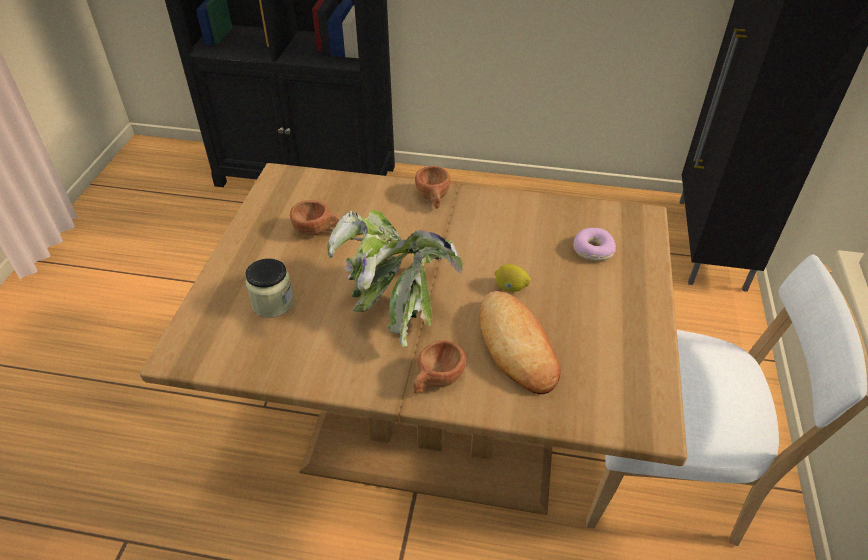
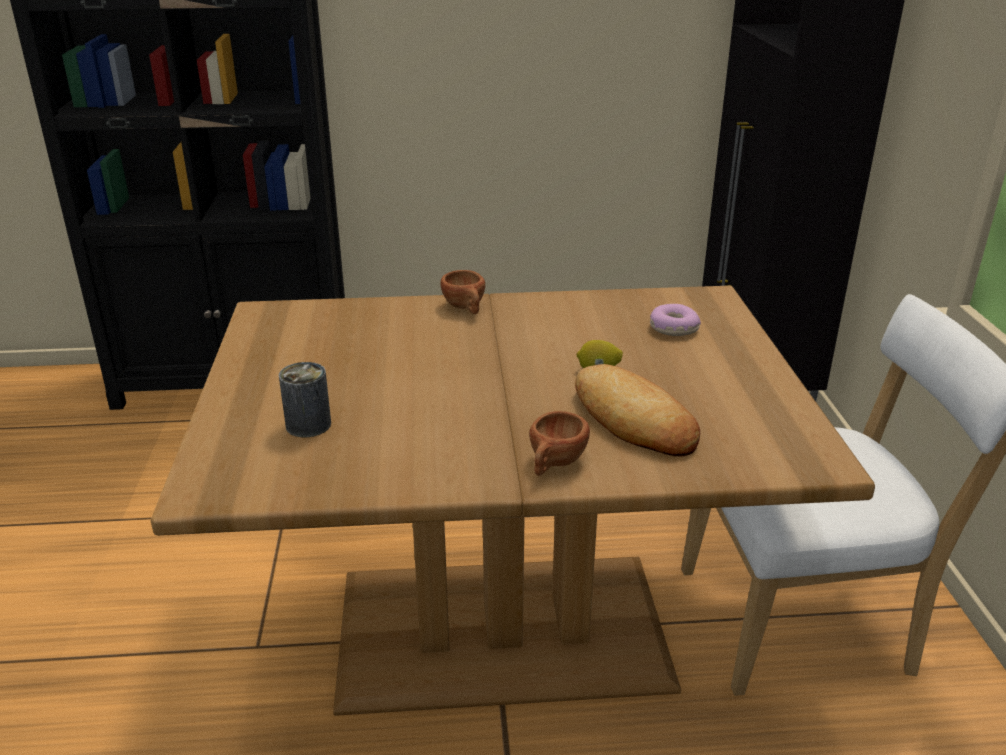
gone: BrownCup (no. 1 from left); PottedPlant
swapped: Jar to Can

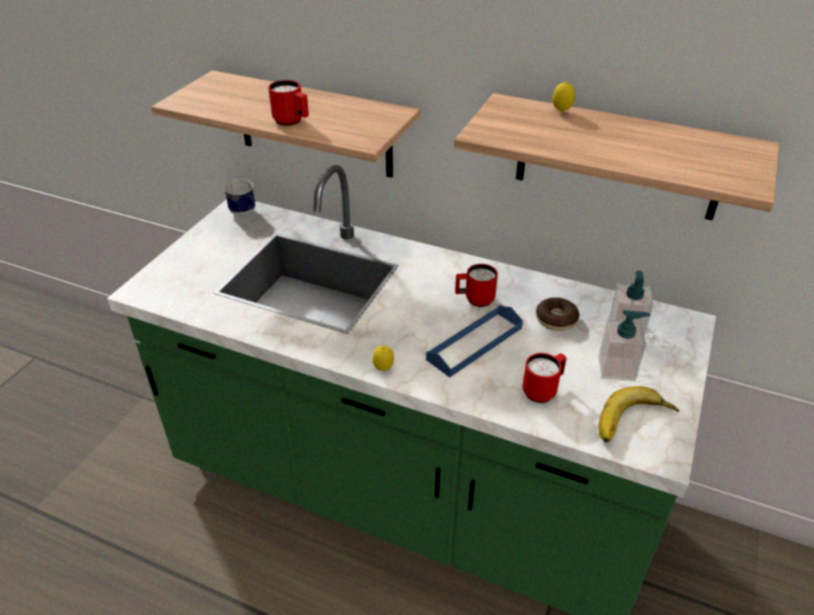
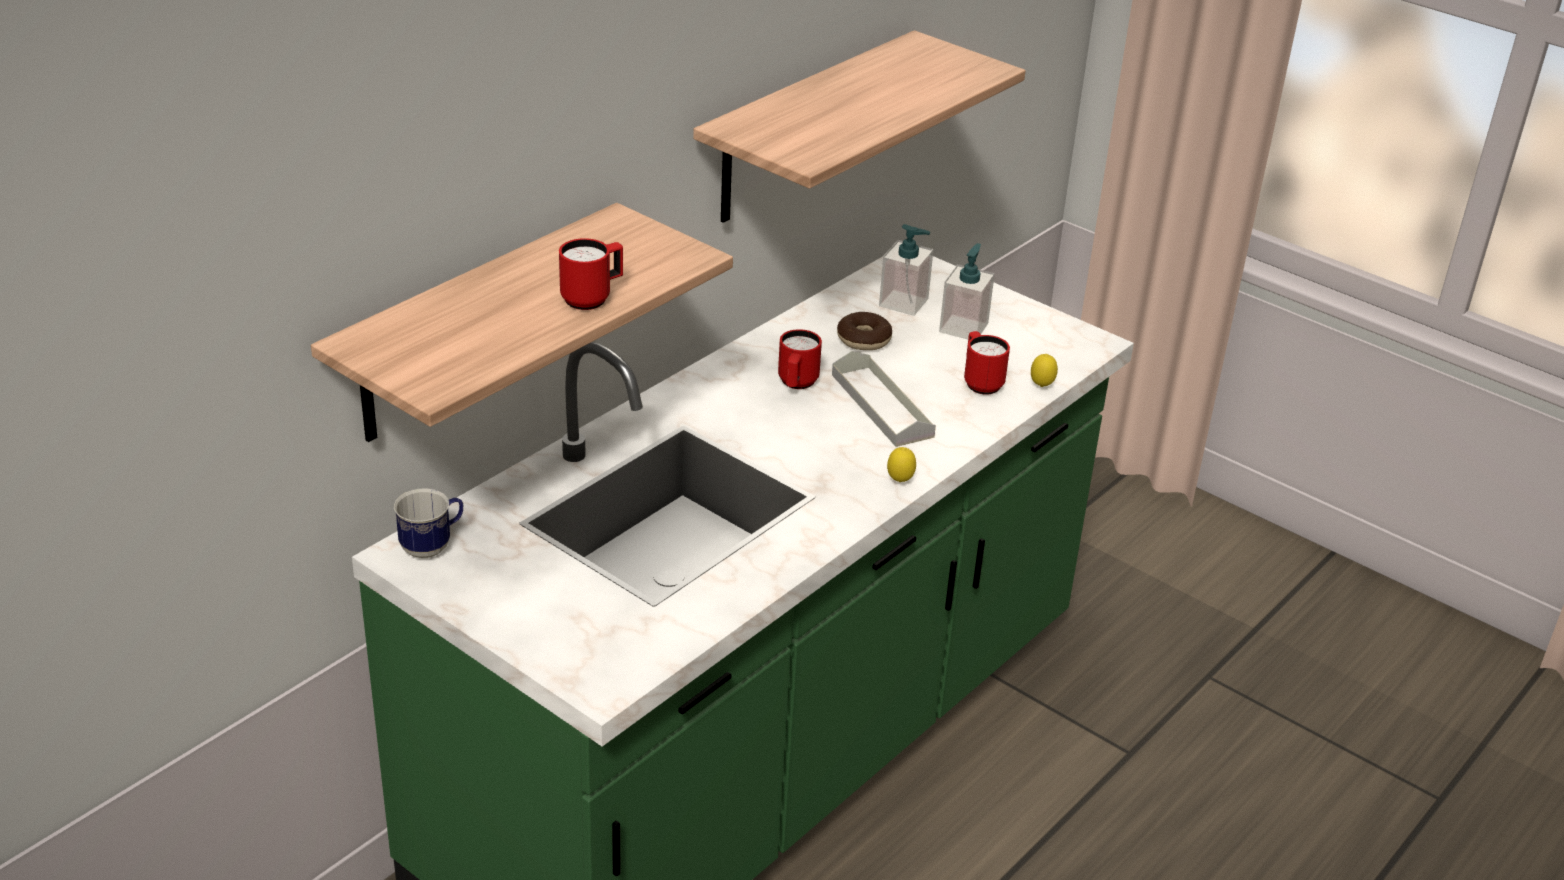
gone: Banana
shifted: Lemon (no. 2 from left)
repainted: BlueTray to GreyTray

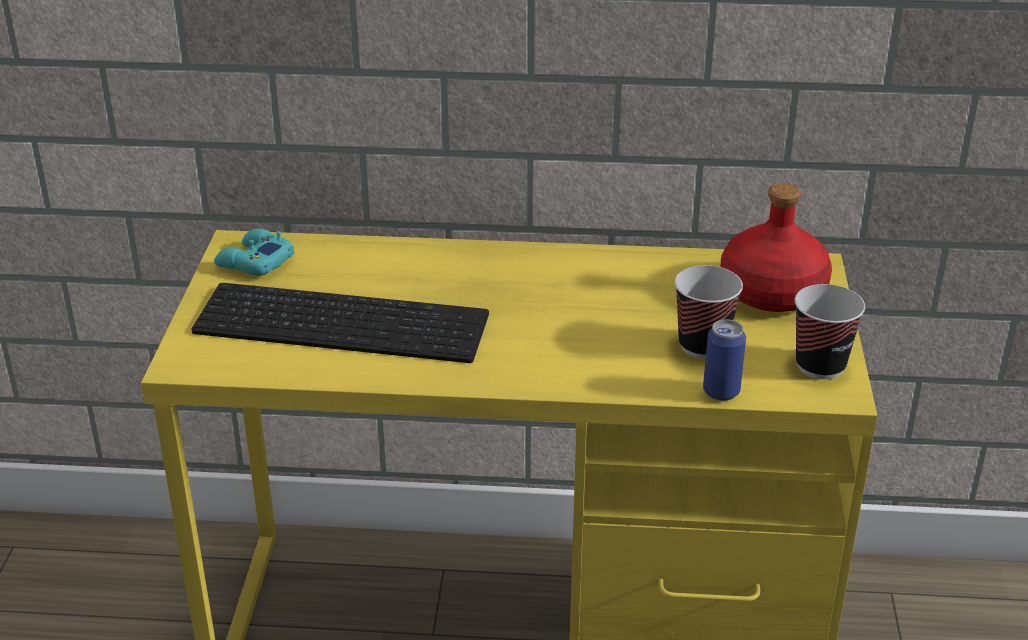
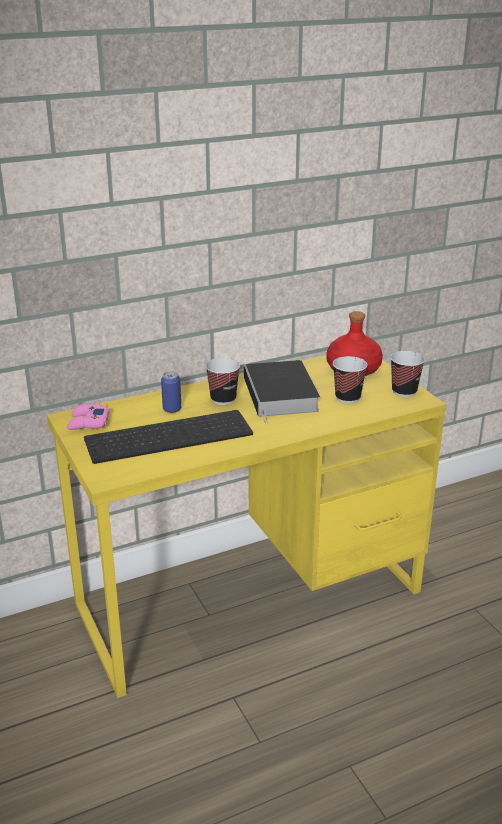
new: Cup (no. 1 from left); Book
shifted: Can
repainted: TurquoiseGameController to PinkGameController

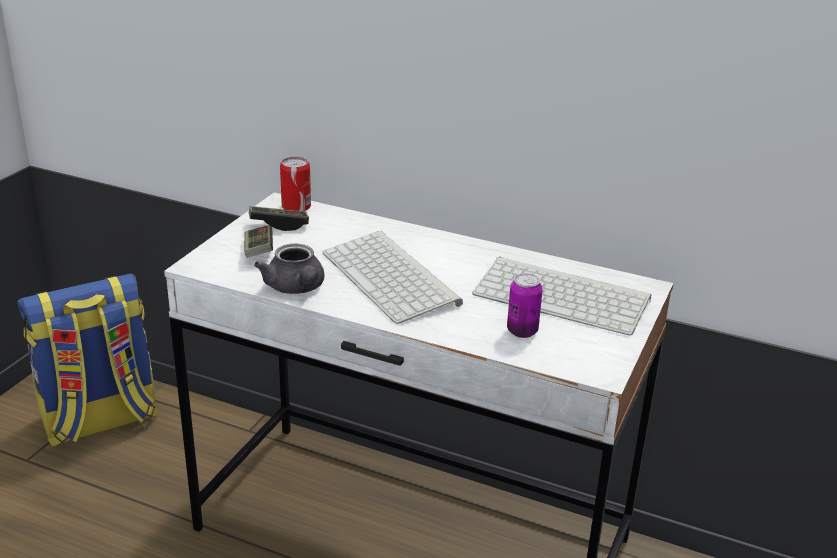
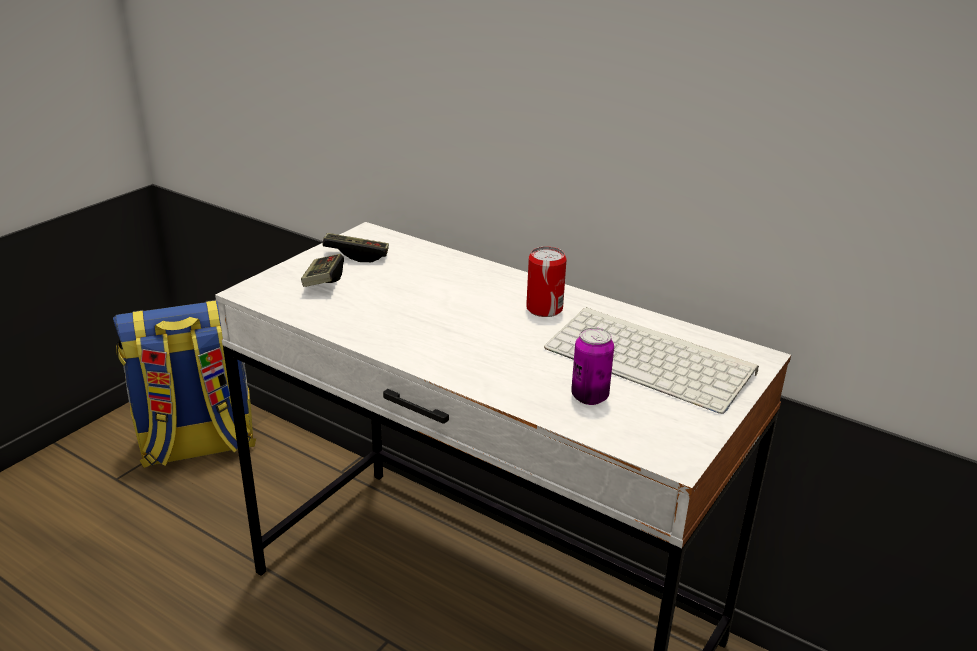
gone: GreyTeapot; Keyboard (no. 1 from left)
shifted: Can (no. 1 from left)

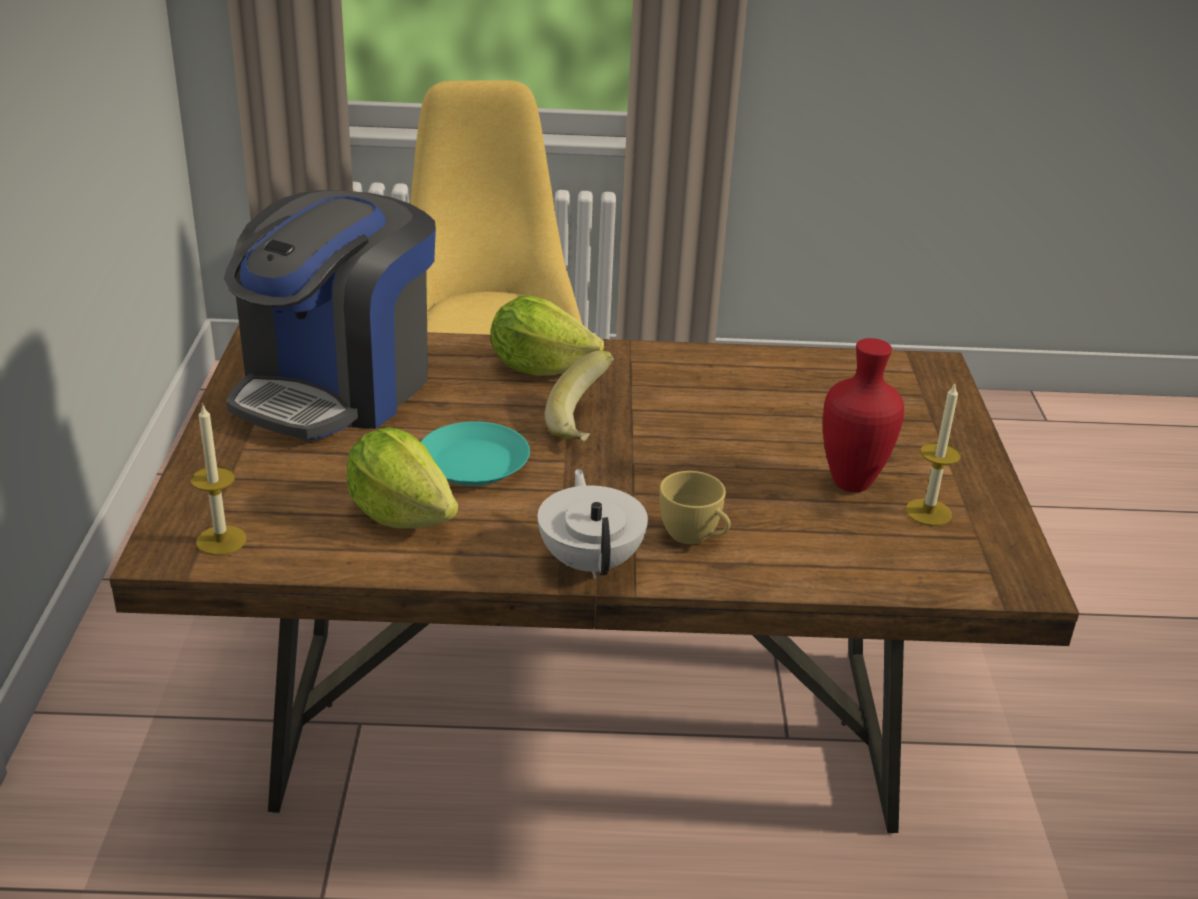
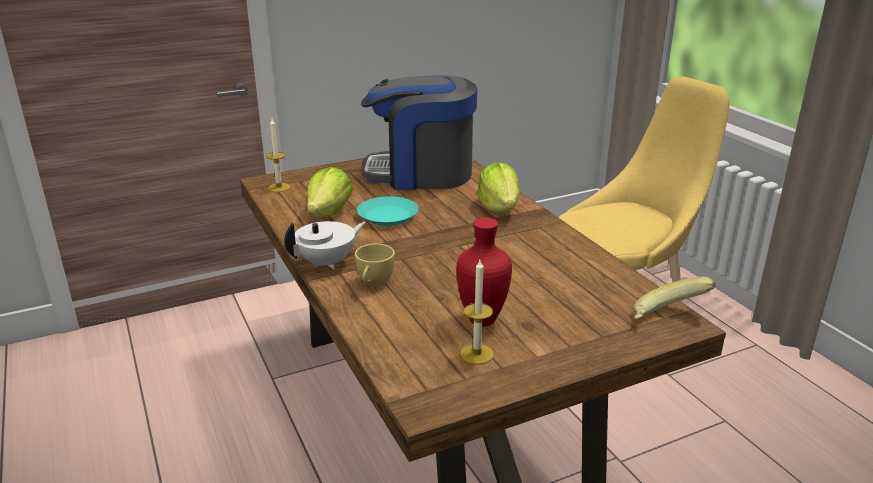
shifted: Banana

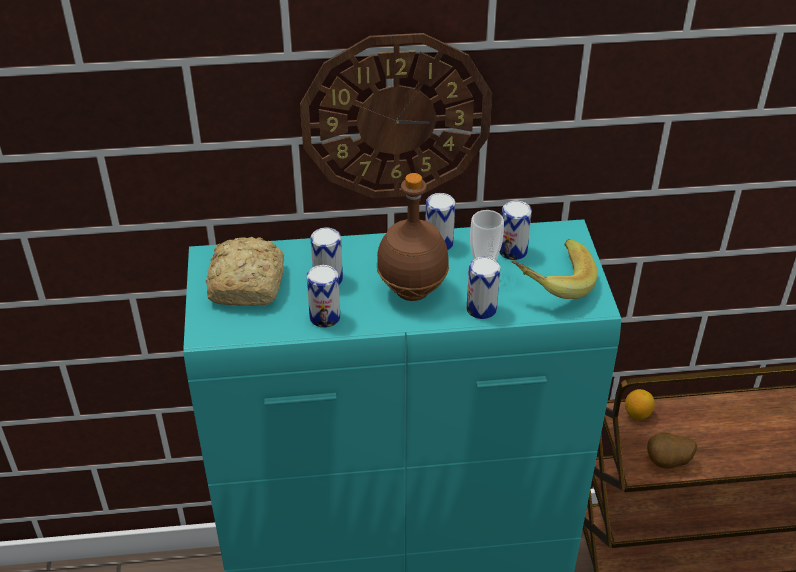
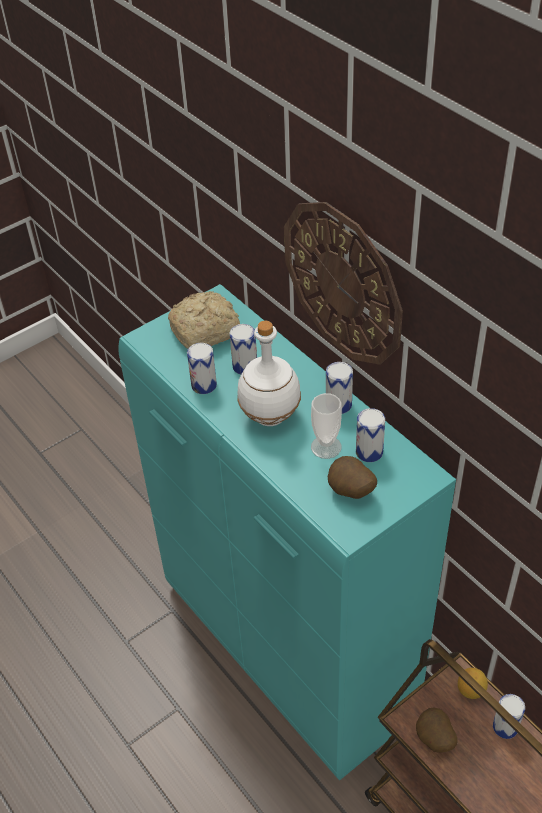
shifted: Can (no. 4 from left in the first image) to Can (no. 5 from left)
swapped: Banana to Potato (no. 1 from left)
repainted: BrownBottle to WhiteBottle

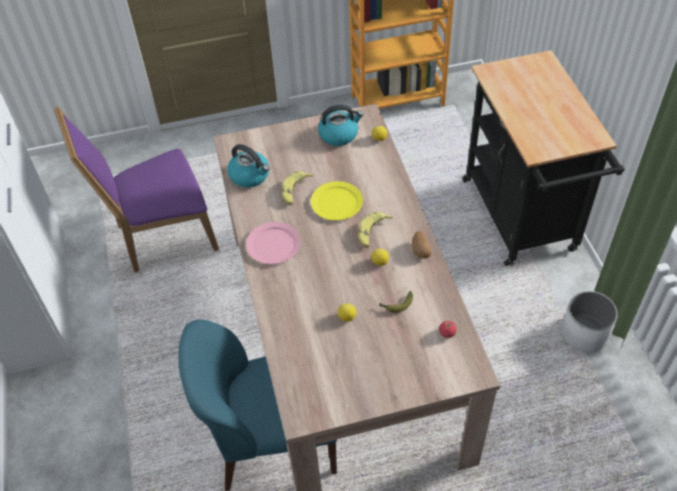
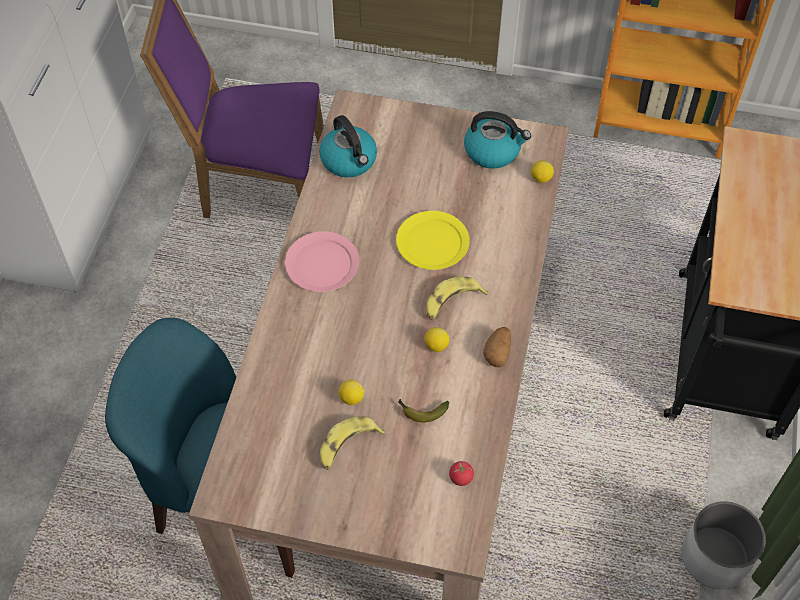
shifted: Banana (no. 1 from left)

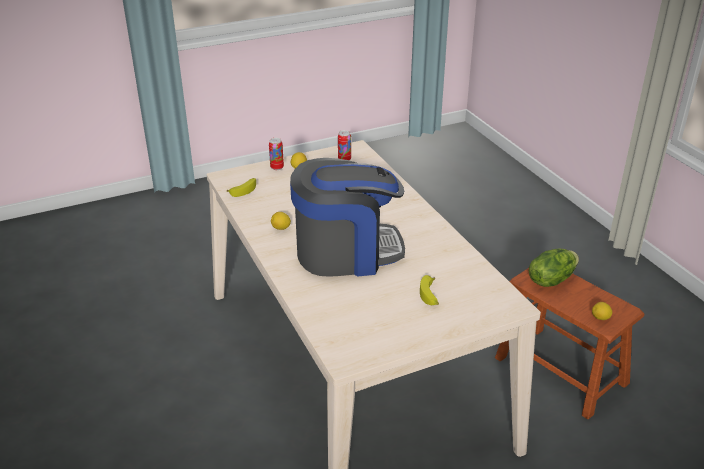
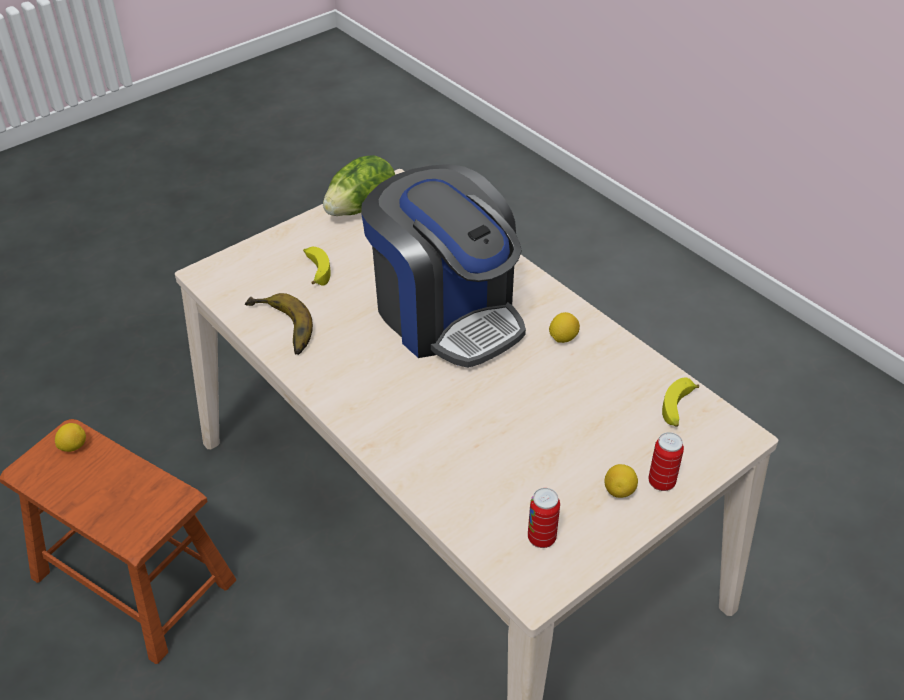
new: Banana (no. 1 from left)
shifted: Lettuce
rotated: CoffeeMachine 105 degrees counterclockwise

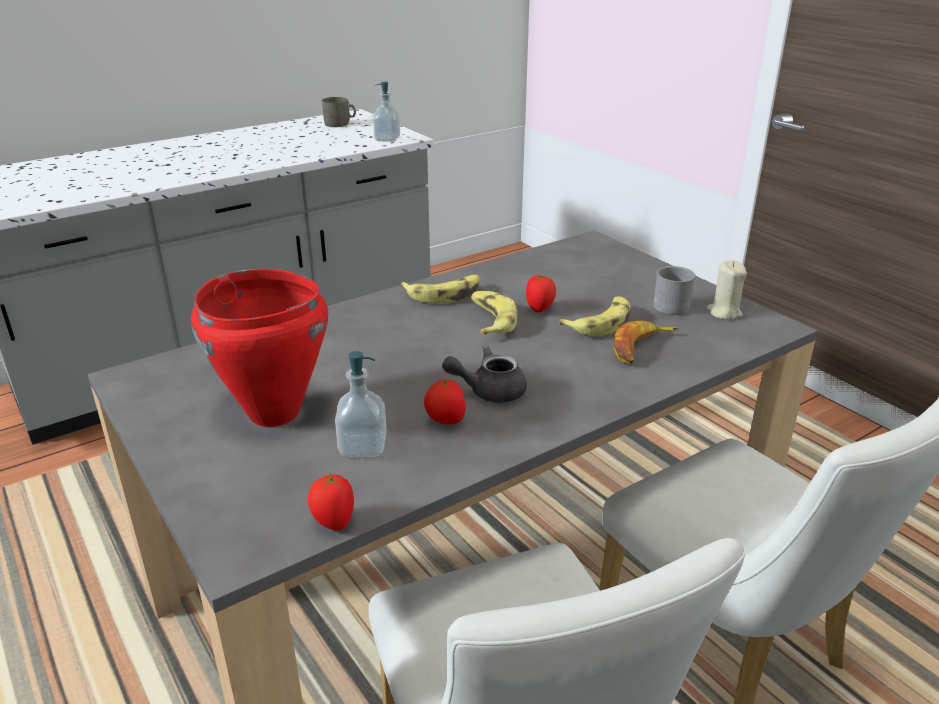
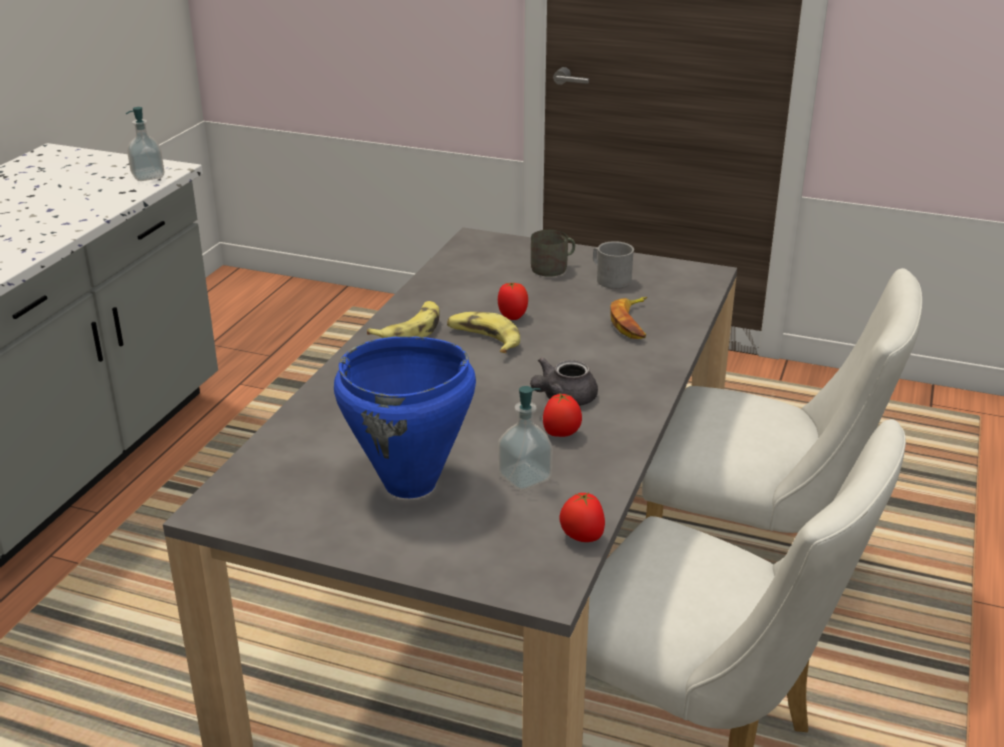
gone: Banana (no. 3 from left); BeigeCandle
shifted: GreyMug (no. 1 from left)
repainted: RedCookingPot to BlueCookingPot

